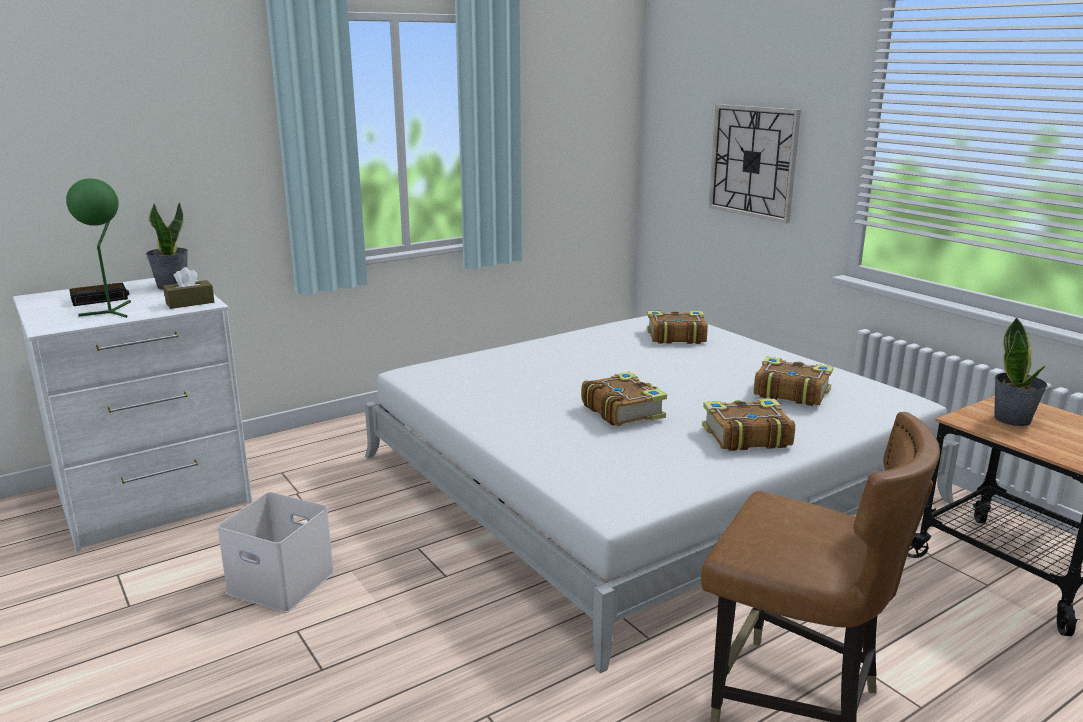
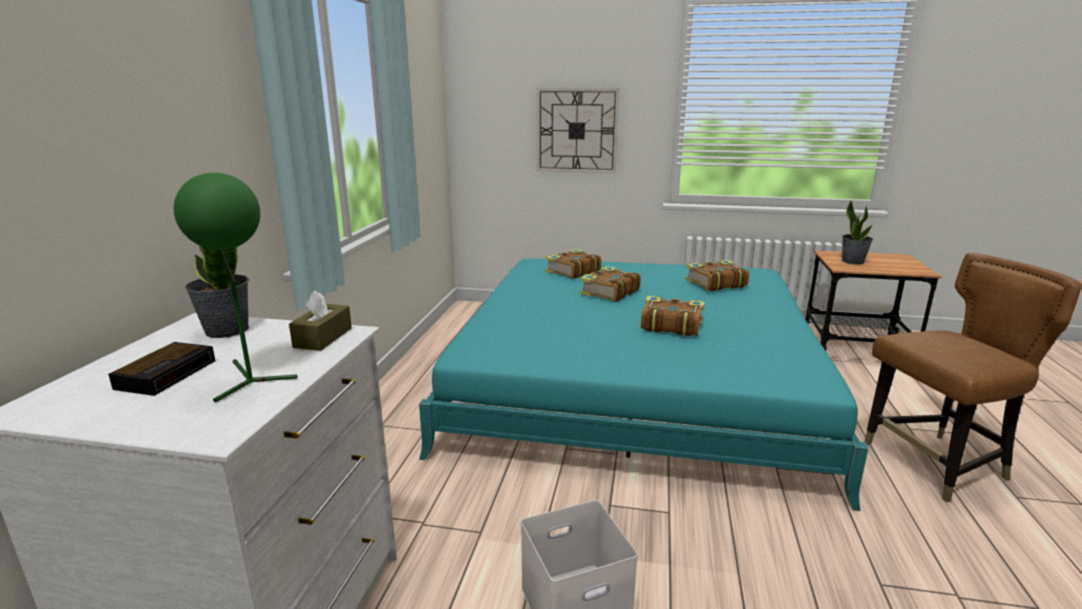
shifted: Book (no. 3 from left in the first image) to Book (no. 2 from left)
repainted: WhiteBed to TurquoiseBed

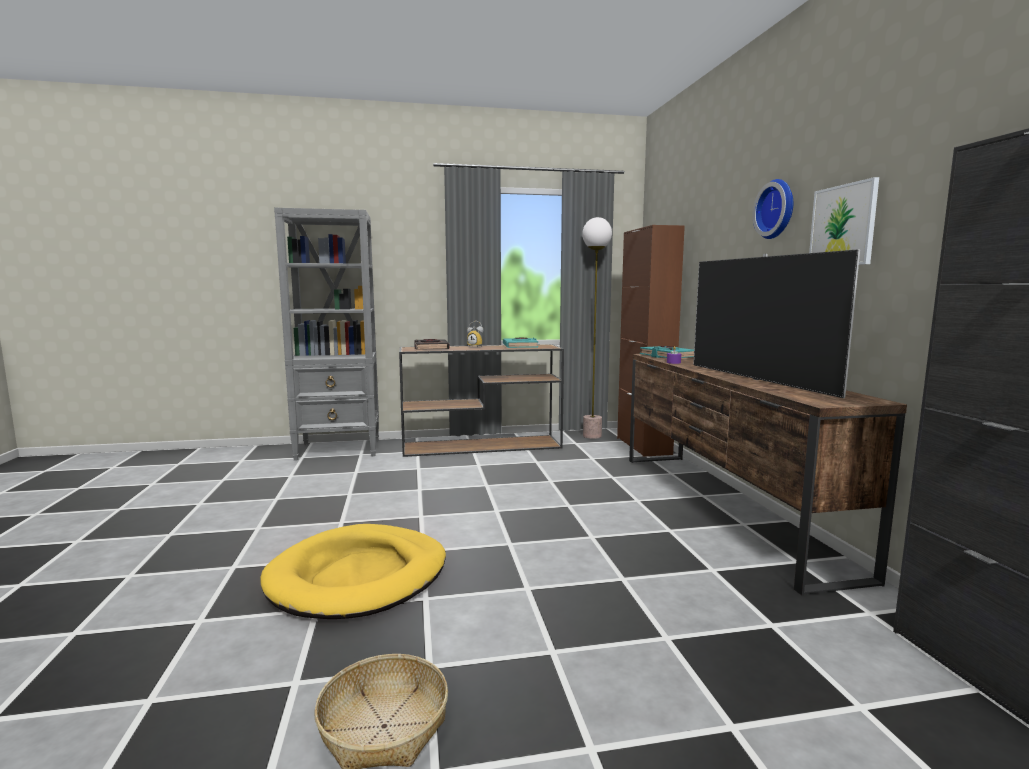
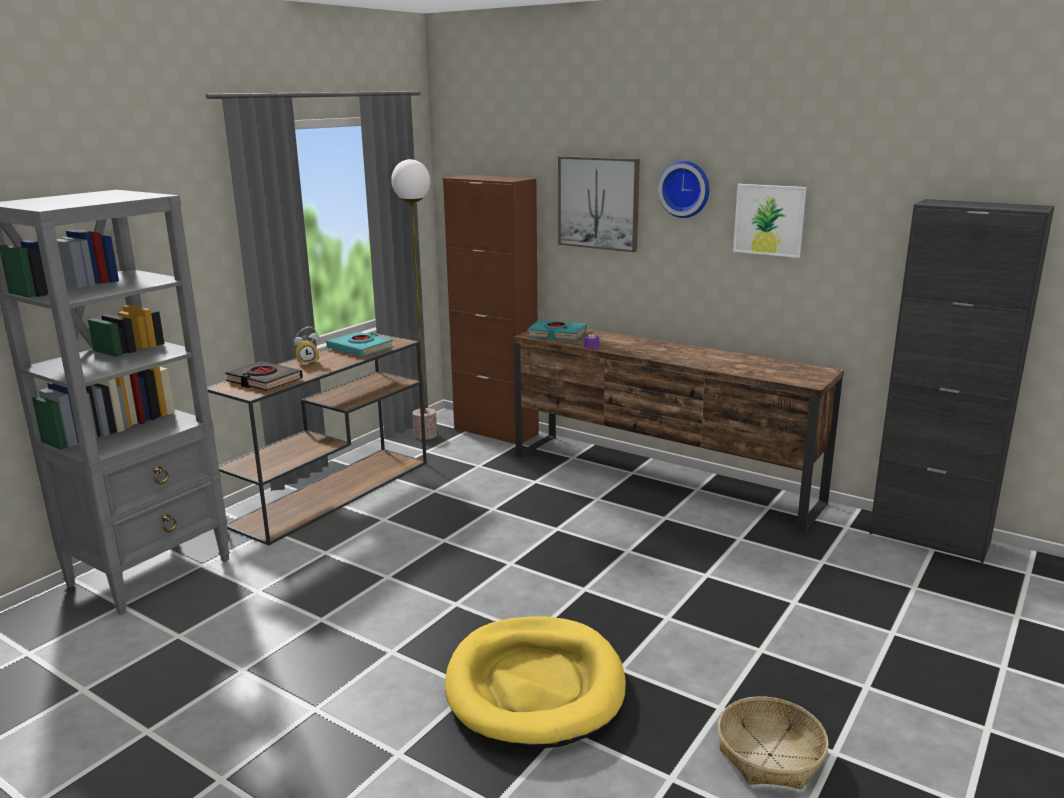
gone: Television
new: Picture (no. 1 from left)

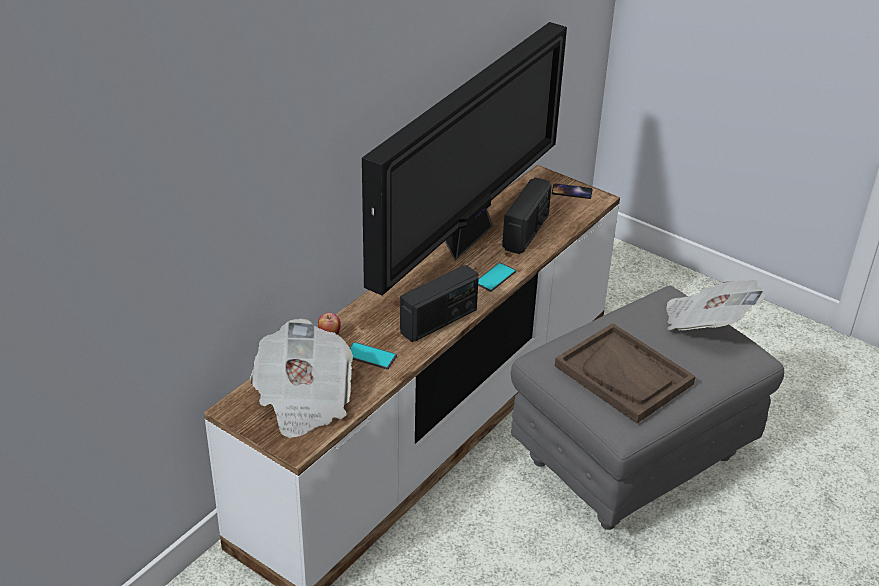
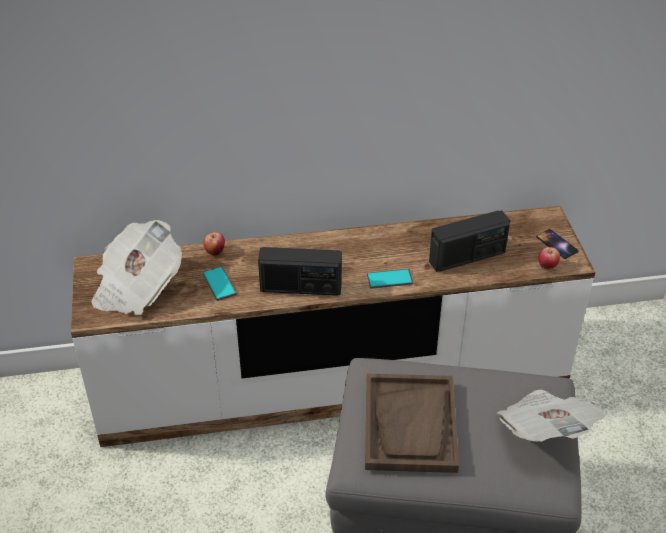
gone: Television
new: Apple (no. 2 from left)

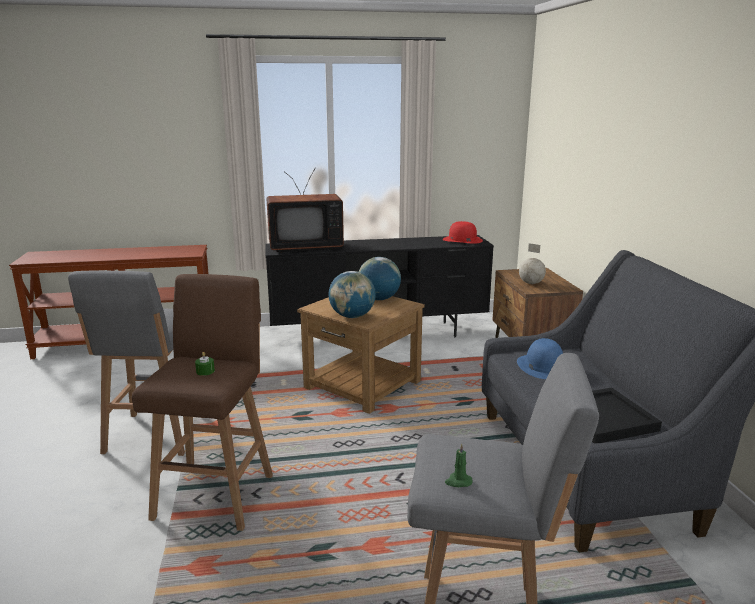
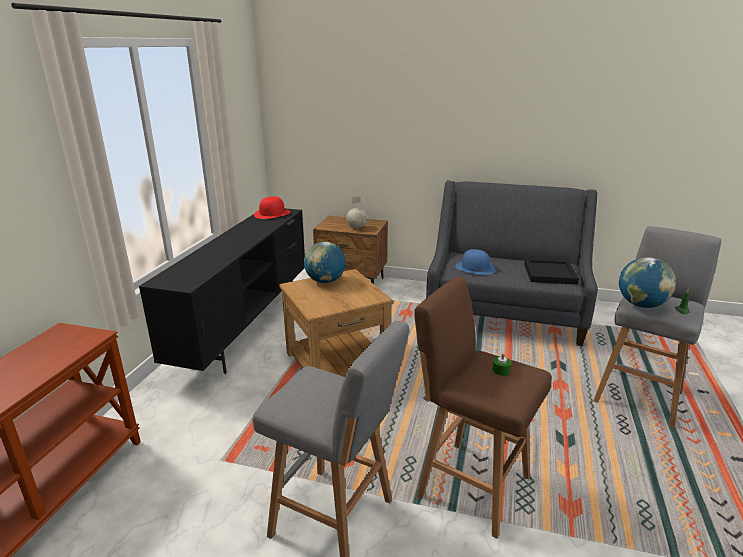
gone: Television
shifted: Globe (no. 1 from left in the first image) to Globe (no. 3 from left)

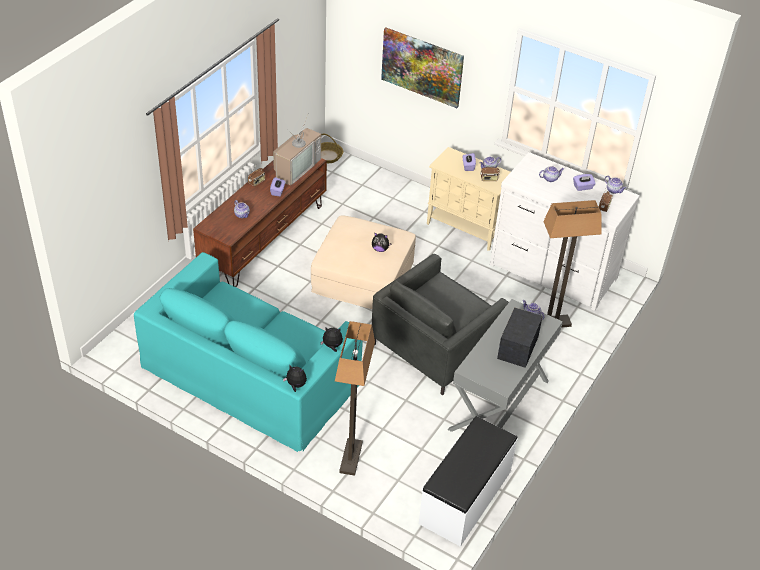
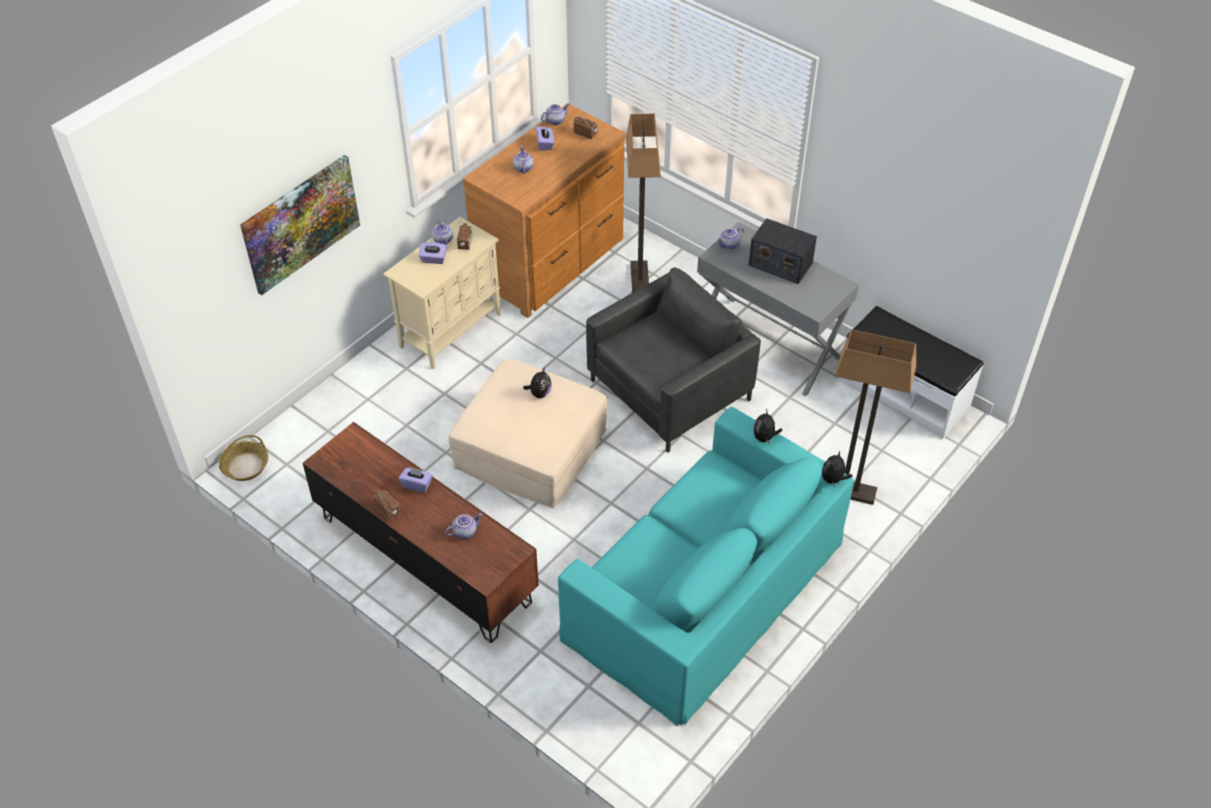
gone: Television
repainted: WhiteDresser to BrownDresser
rotated: GreyArmchair 90 degrees counterclockwise

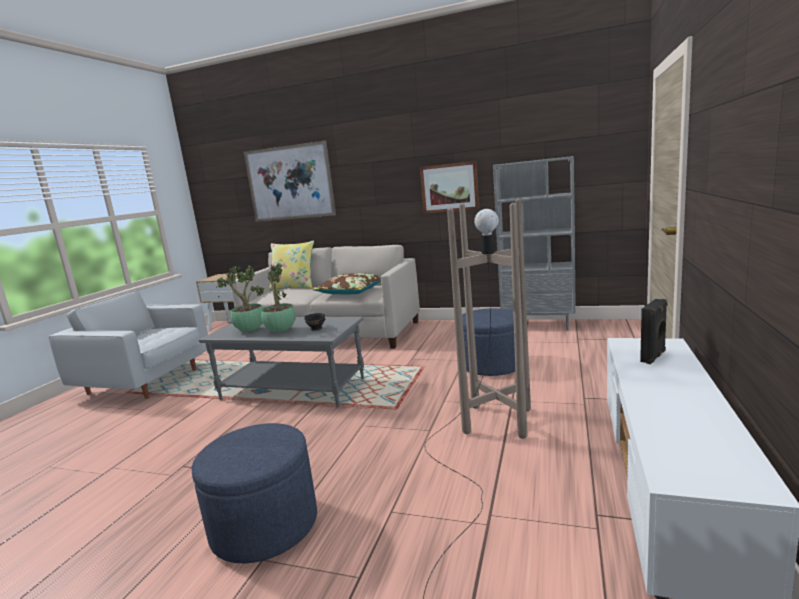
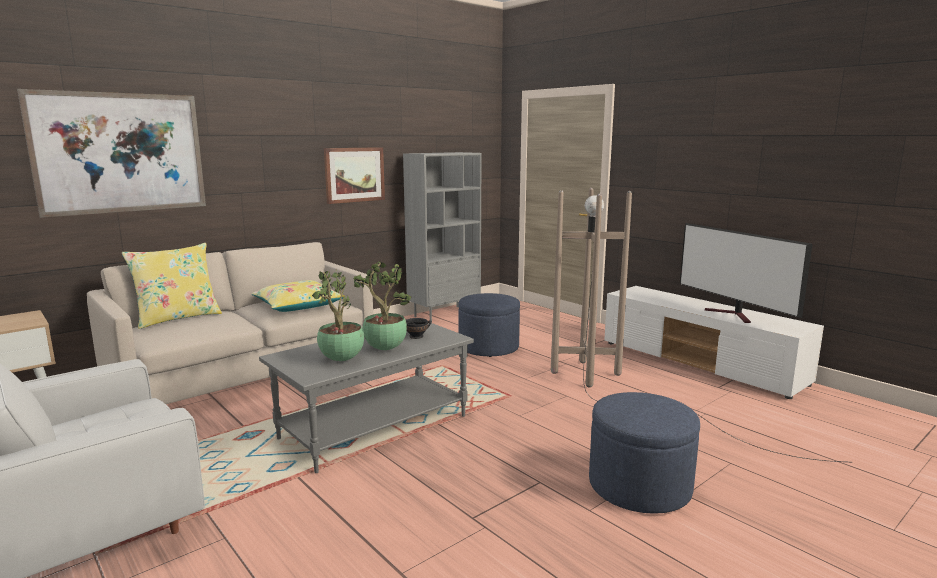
gone: BlackSpeaker
new: Television
repainted: BrownPillow to YellowPillow (no. 2 from left)

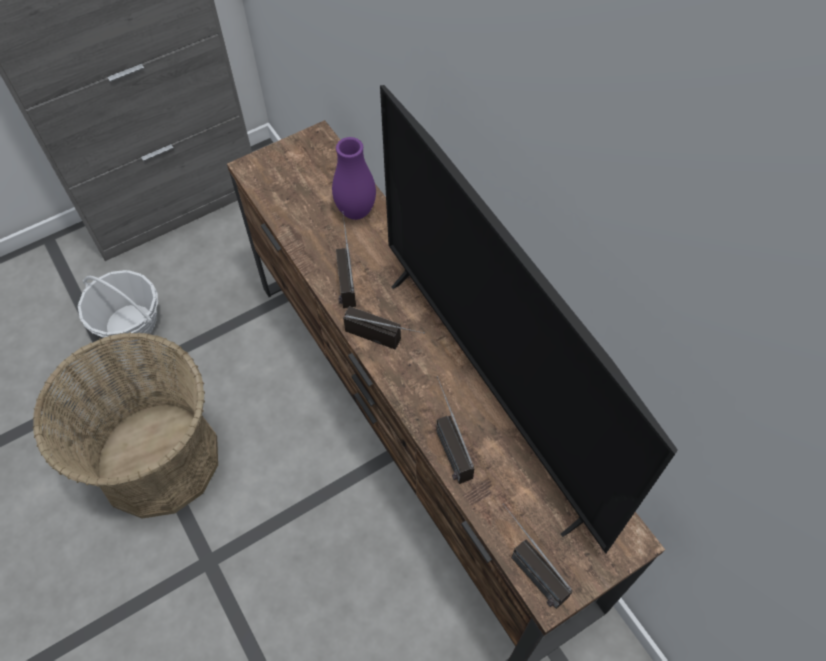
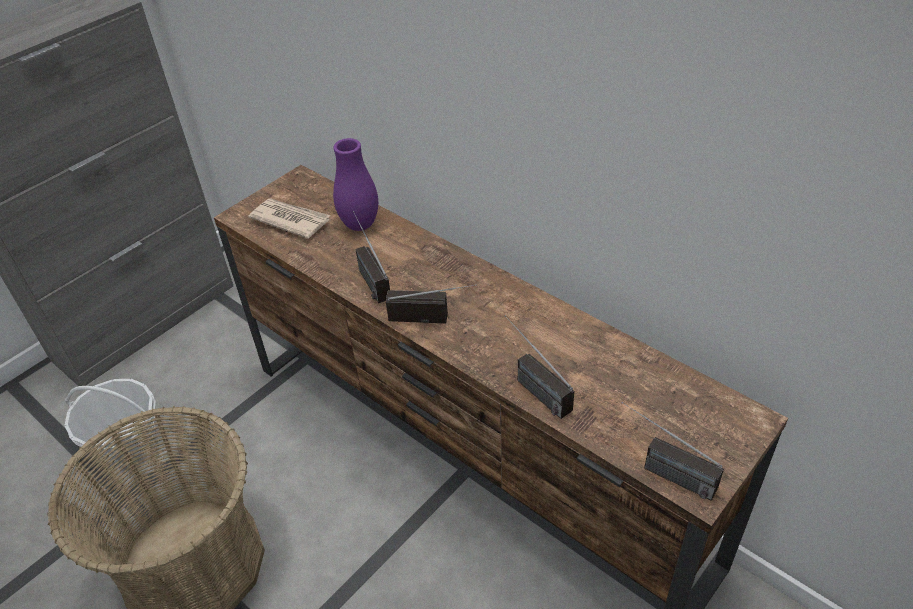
gone: Television
new: Newspaper

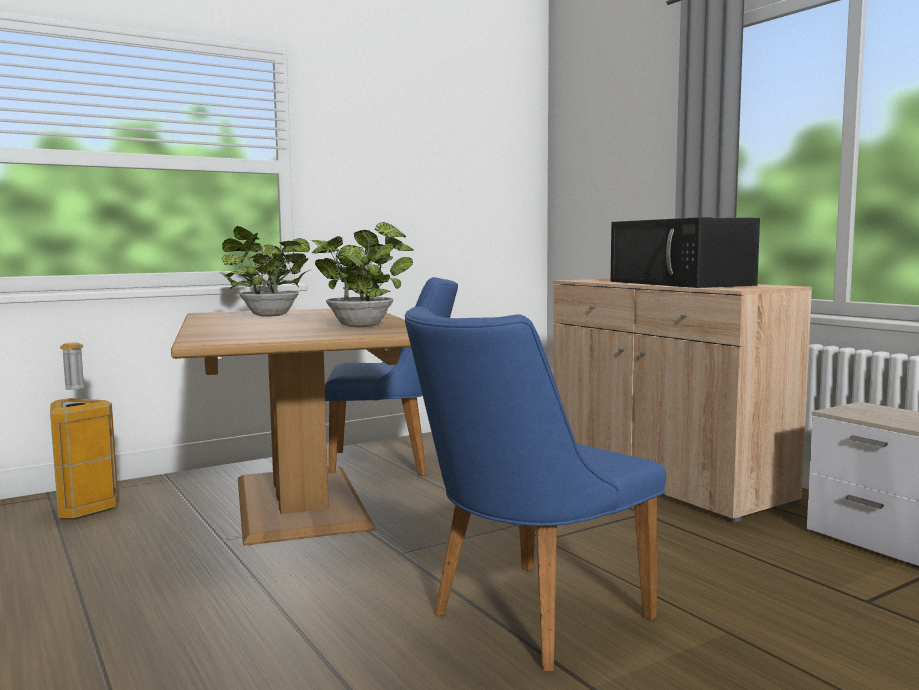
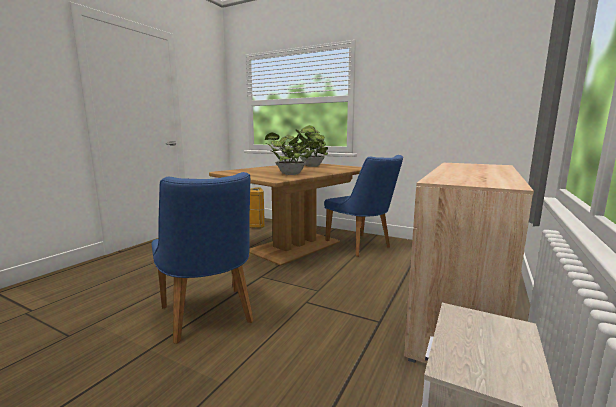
gone: BlackMicrowave
rotated: BlueChair (no. 2 from left in the first image) 135 degrees counterclockwise

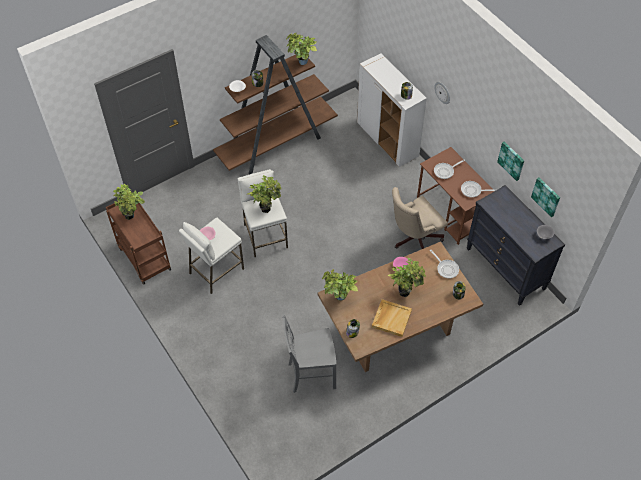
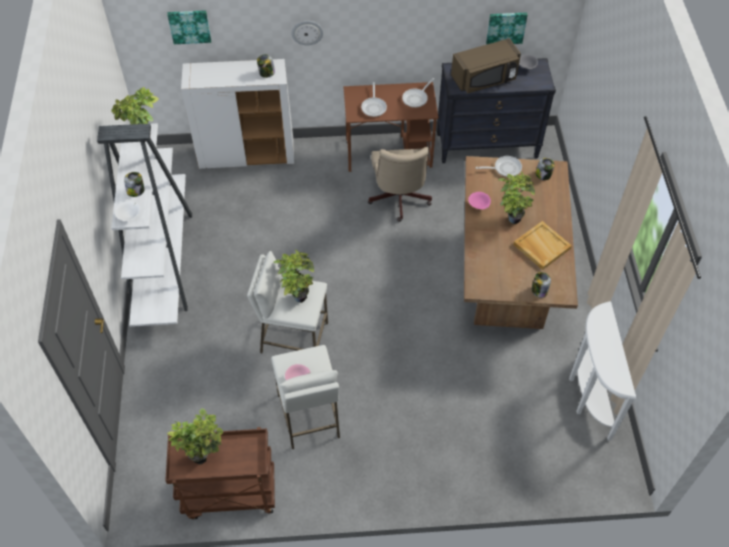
gone: GreyChair; PottedPlant (no. 4 from left)
new: BrownMicrowave; WhiteConsoleTable
shifted: Picture (no. 1 from left)
repainted: BrownBookcase to WhiteBookcase

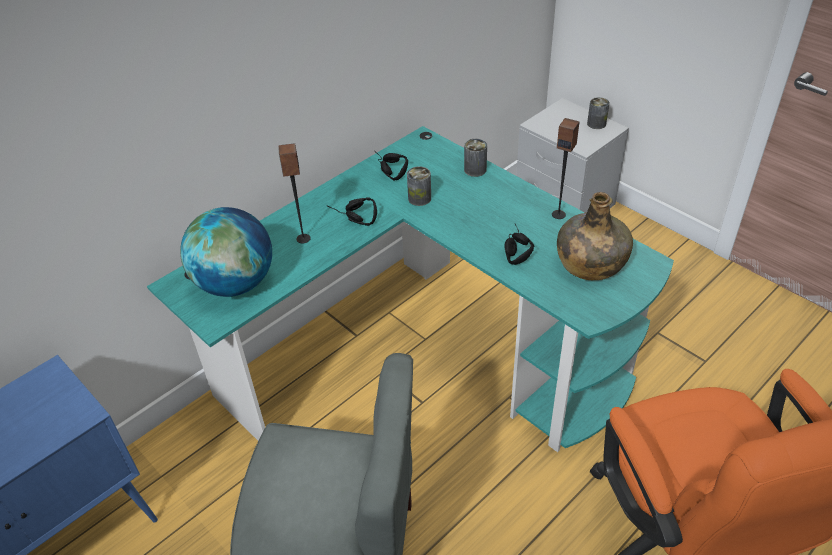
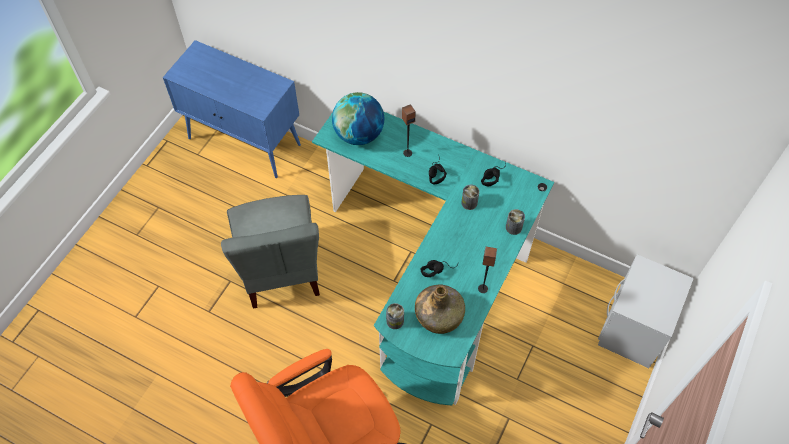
shifted: Can (no. 3 from left in the first image) to Can (no. 1 from left)

